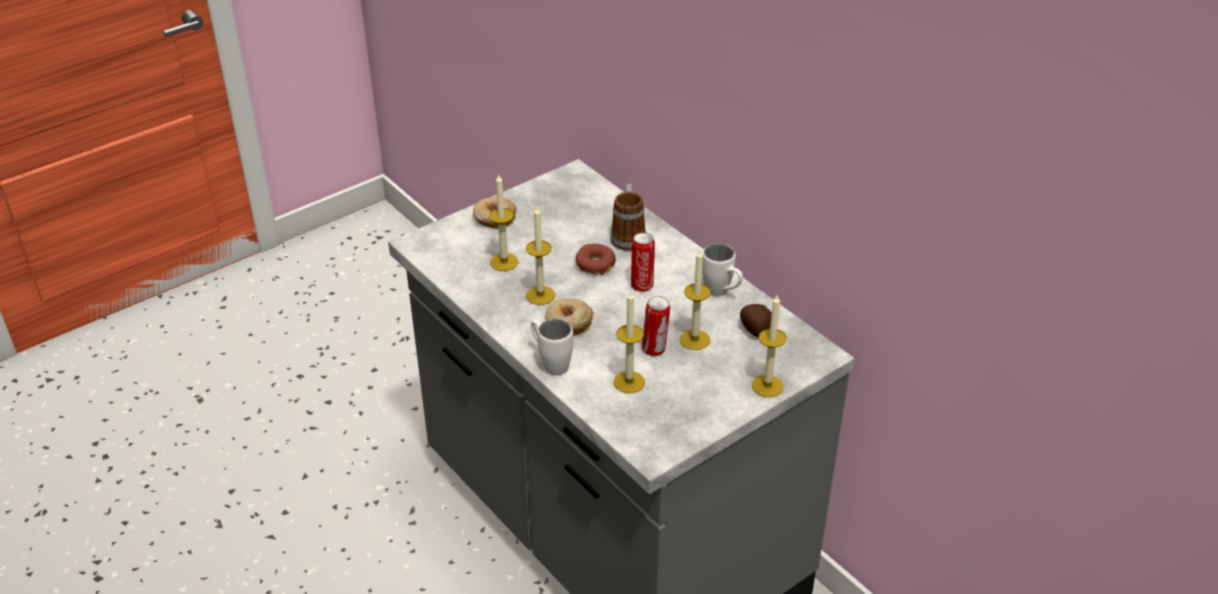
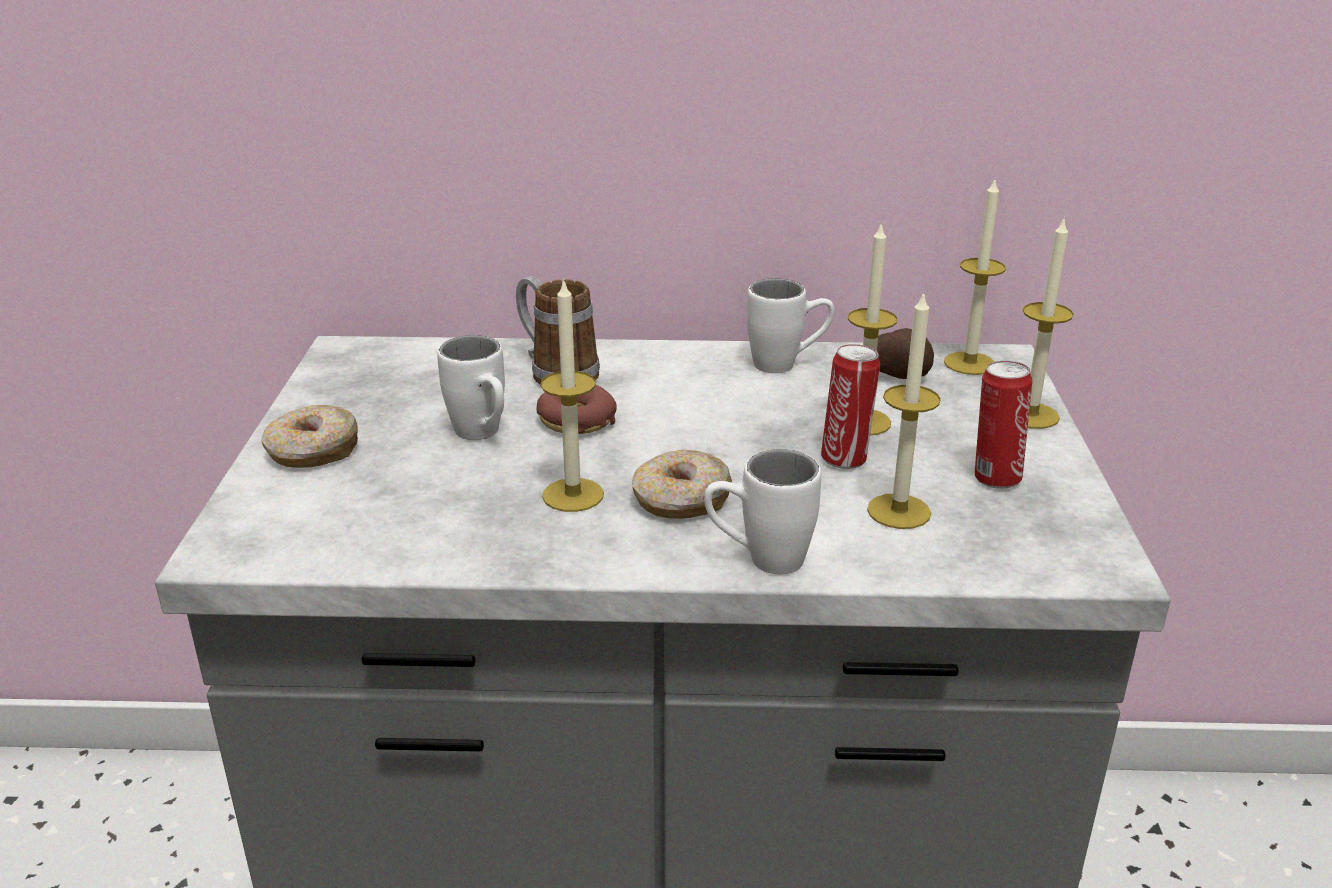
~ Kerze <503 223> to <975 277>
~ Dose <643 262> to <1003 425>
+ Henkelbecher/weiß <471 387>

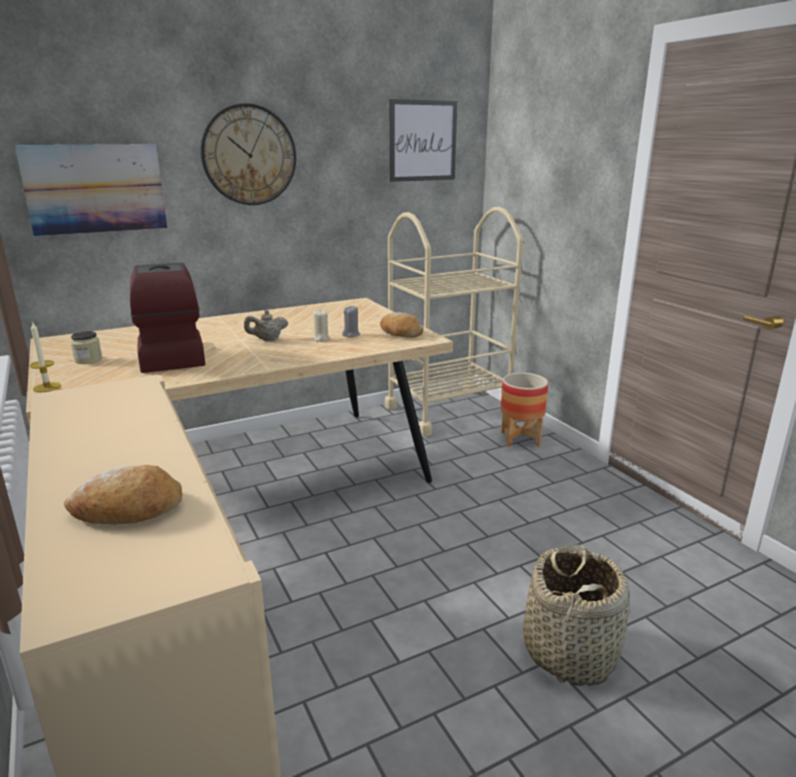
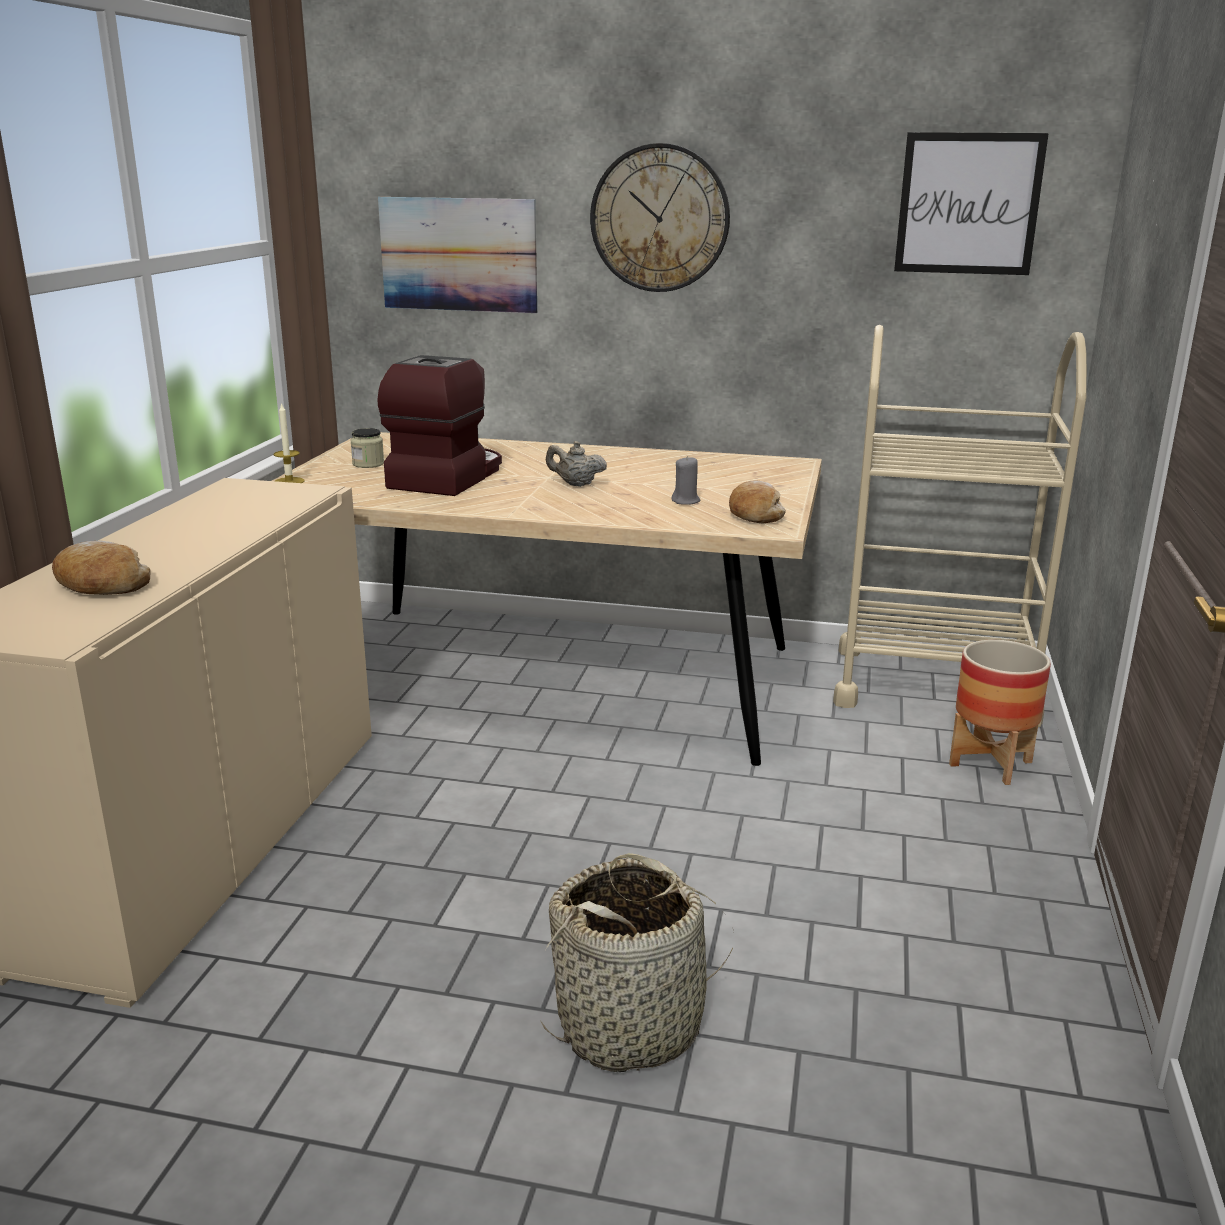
- Kerze/beige <321 325>

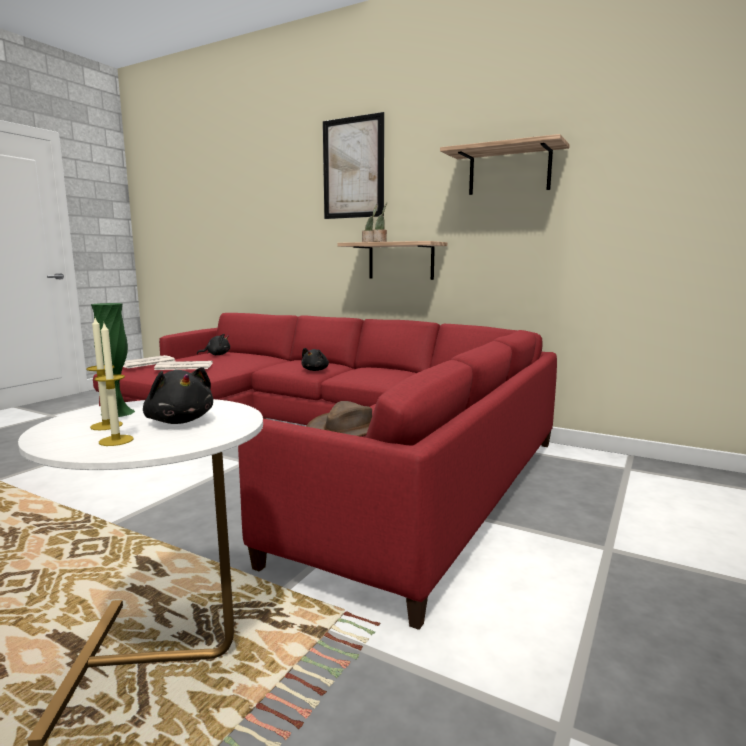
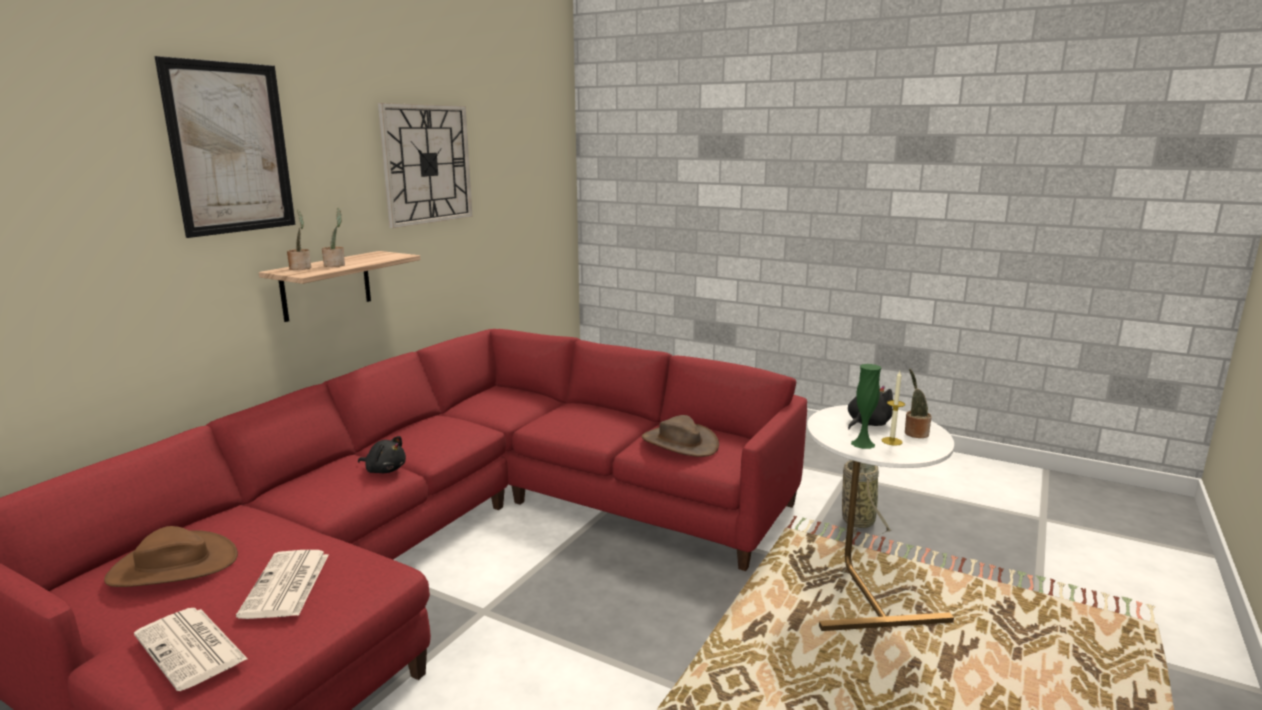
~ Wandregal <505 164> to Wanduhr <425 165>
~ Kerze <114 384> to Topfpflanze <918 403>
~ Plüschtier/schwarz <213 344> to Hut/braun <171 556>
+ Korb <866 499>

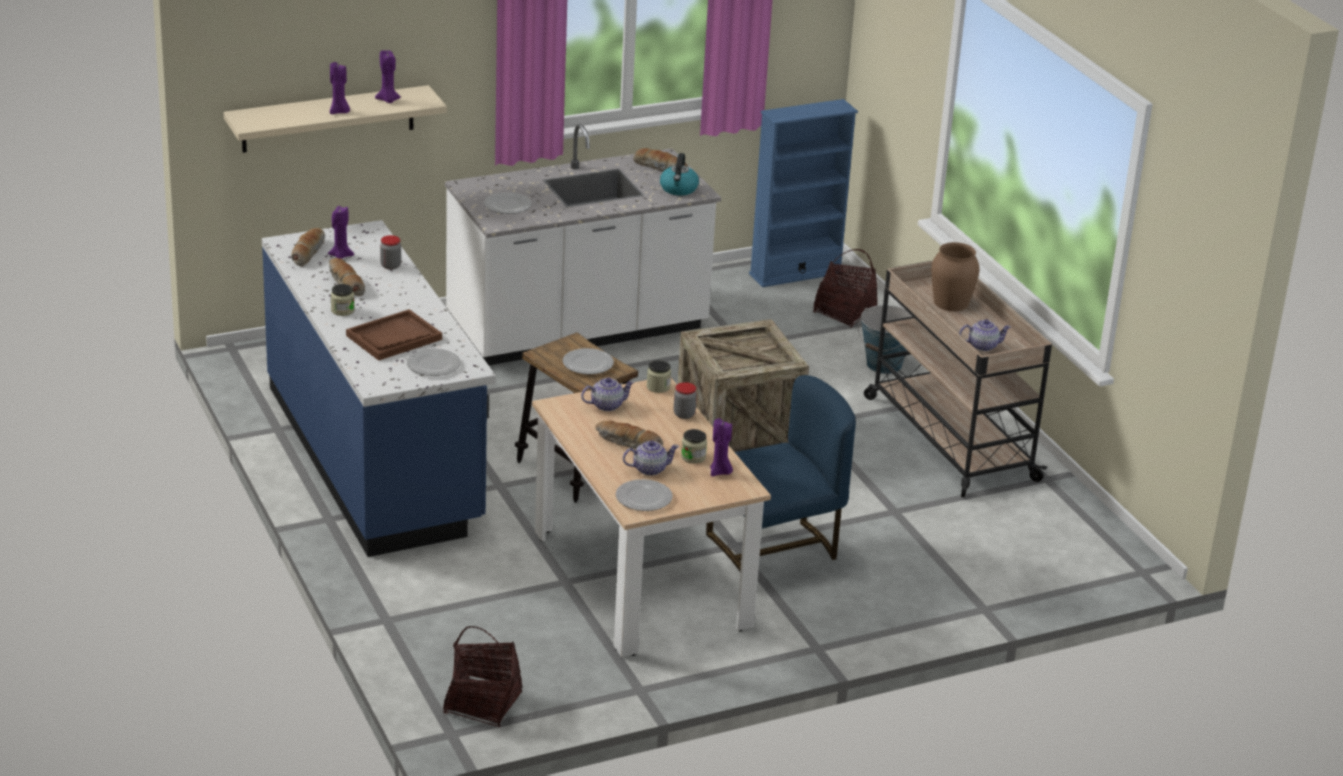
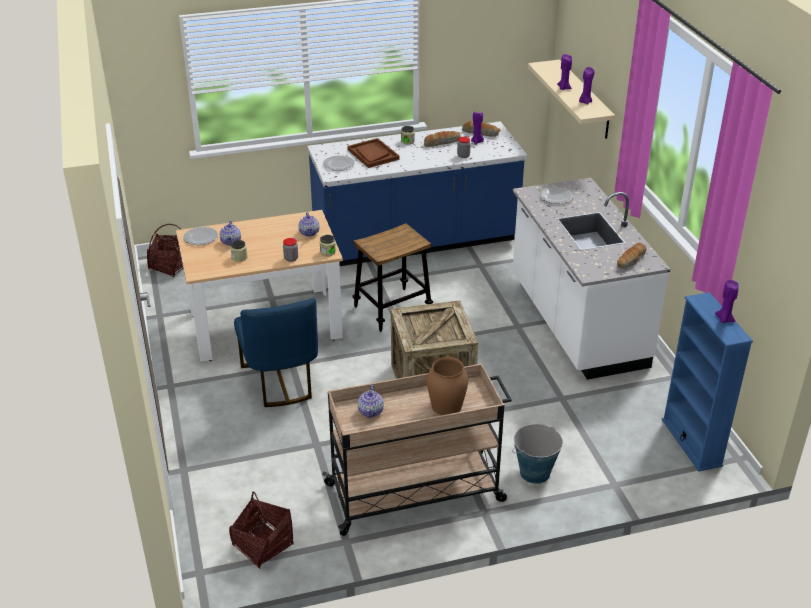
- Wasserkessel <679 174>
~ Korb <845 288> to <261 530>
- Teller <588 361>
~ Kerze/lila <721 447> to <727 301>
- Brot <629 434>

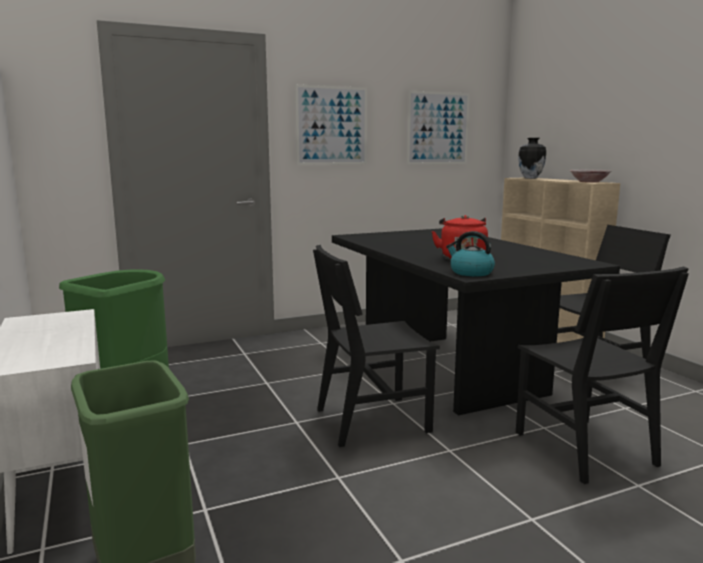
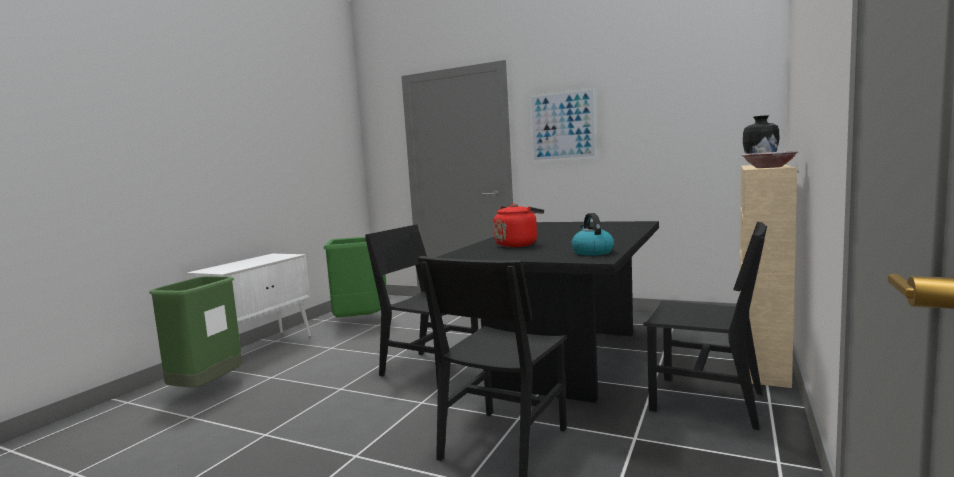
- Bild <438 127>
~ Wasserkessel <470 253> to <592 234>

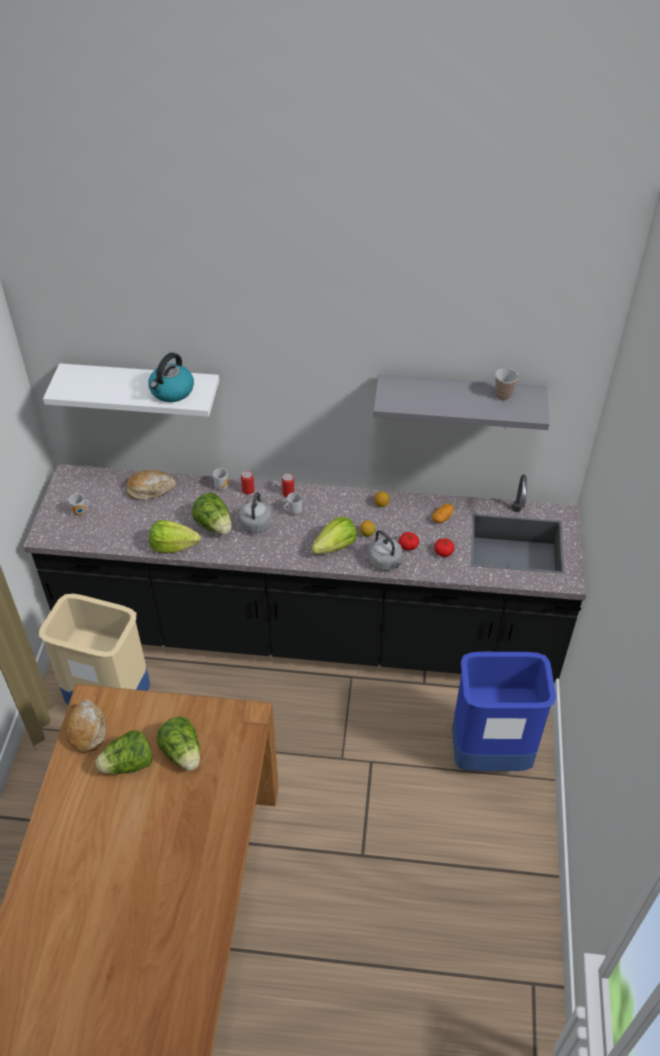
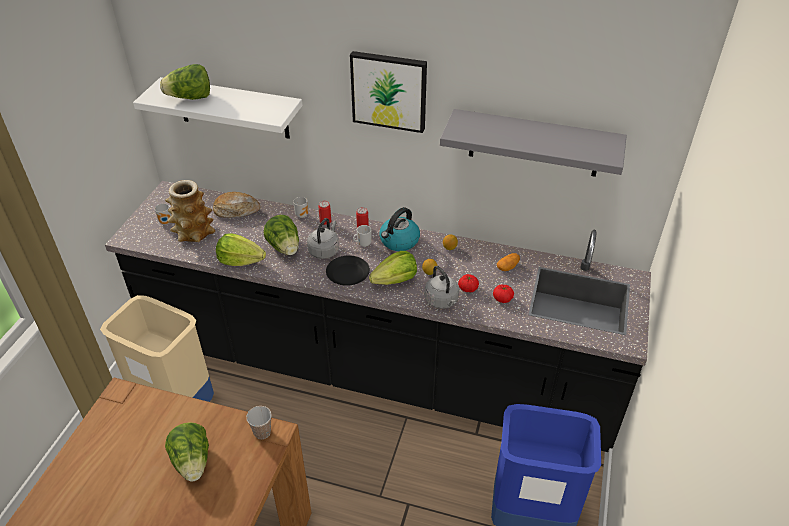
~ Wasserkessel <171 377> to <399 229>
~ Tasse <506 384> to <259 422>
- Brot <85 726>
~ Salatkopf <124 752> to <185 82>
+ Bild <388 92>
+ Vase <190 211>
+ Teller/schwarz <348 271>

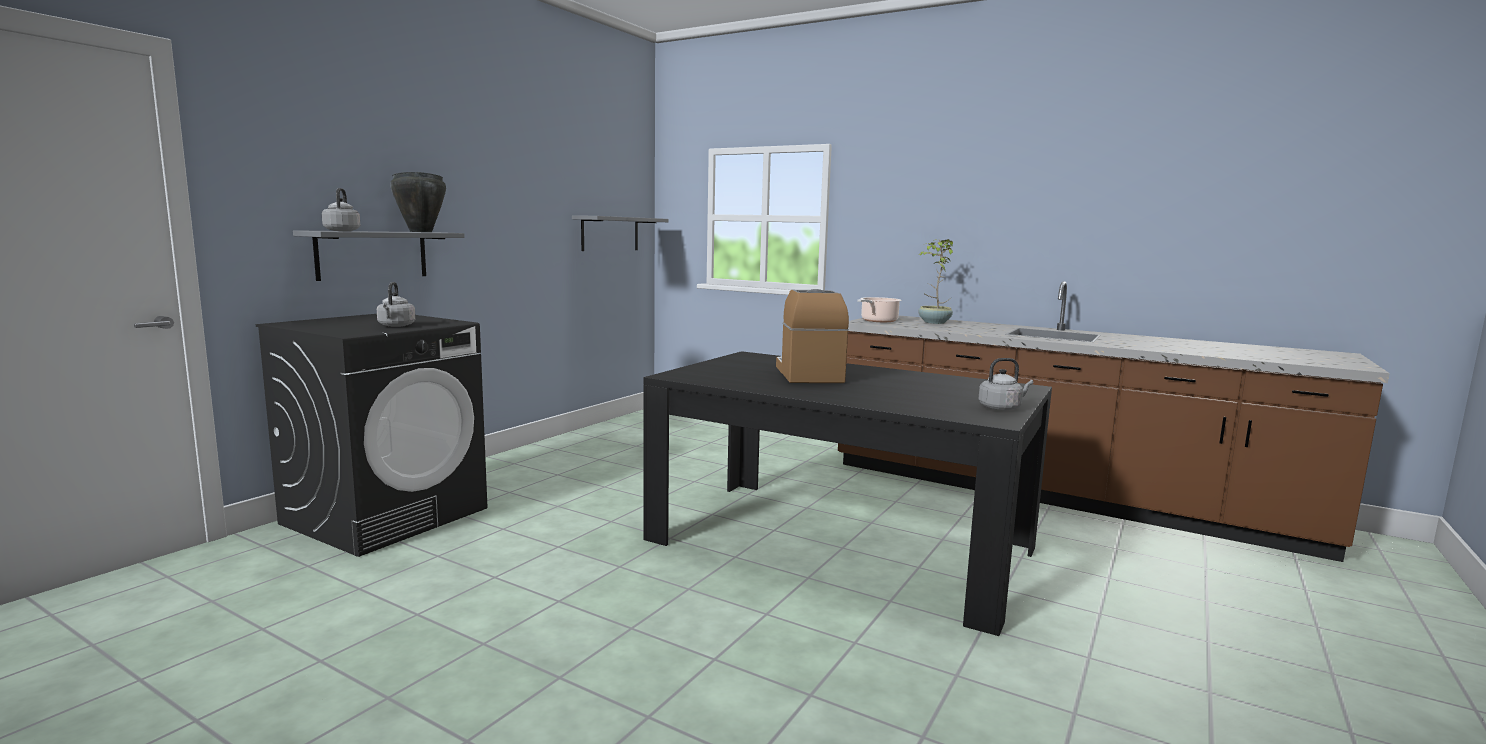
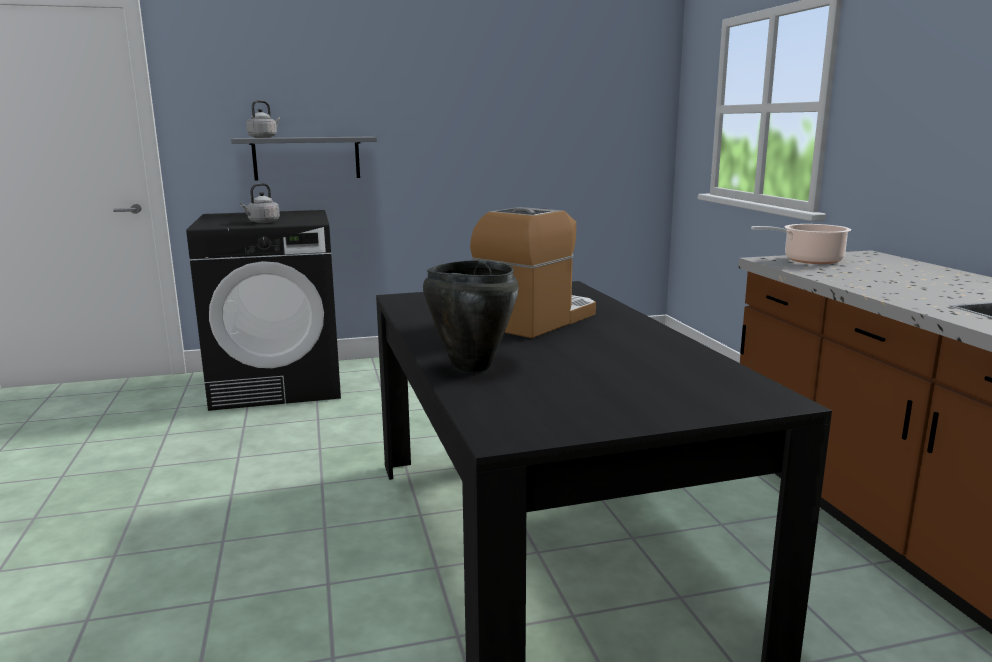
~ Kochtopf/schwarz <418 202> to <471 316>
- Wandregal/grau <620 233>
- Topfpflanze <935 281>
- Wasserkessel/grau <1006 384>

